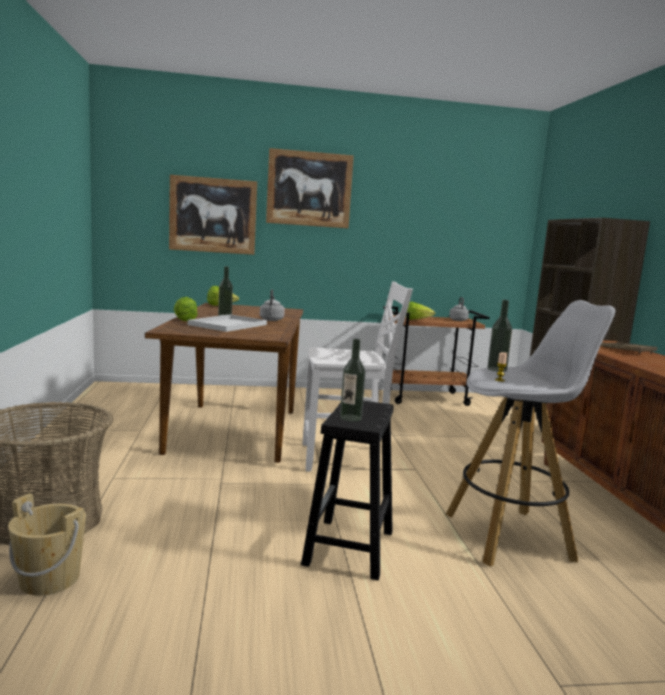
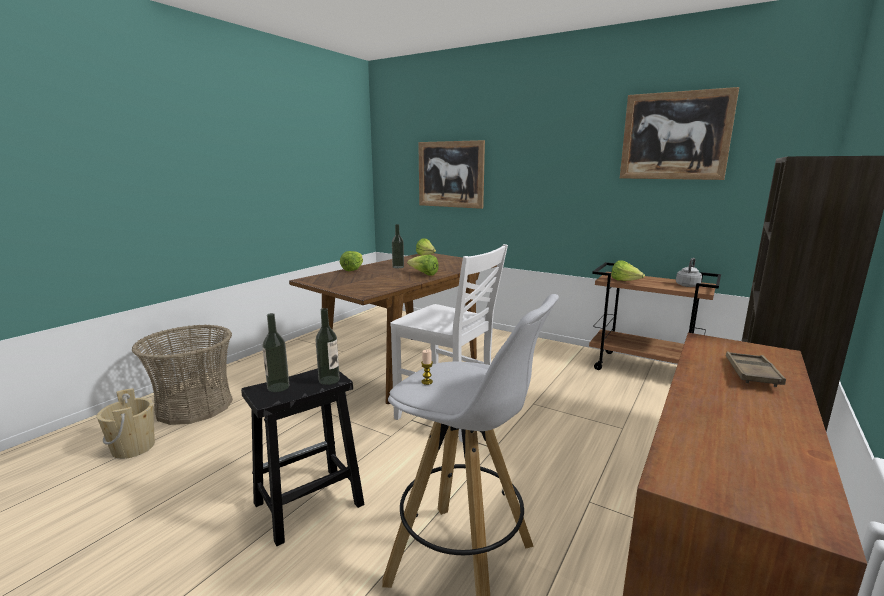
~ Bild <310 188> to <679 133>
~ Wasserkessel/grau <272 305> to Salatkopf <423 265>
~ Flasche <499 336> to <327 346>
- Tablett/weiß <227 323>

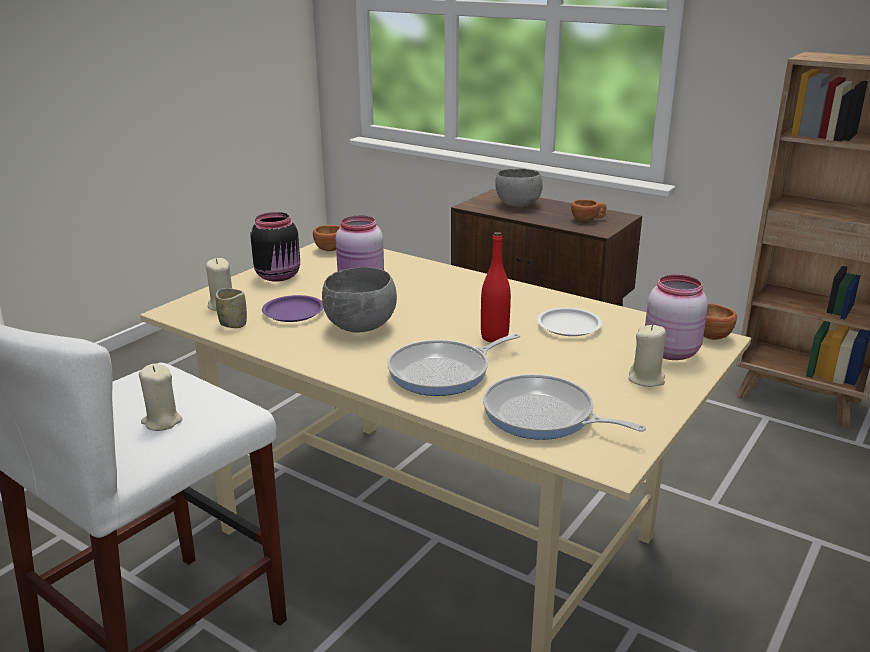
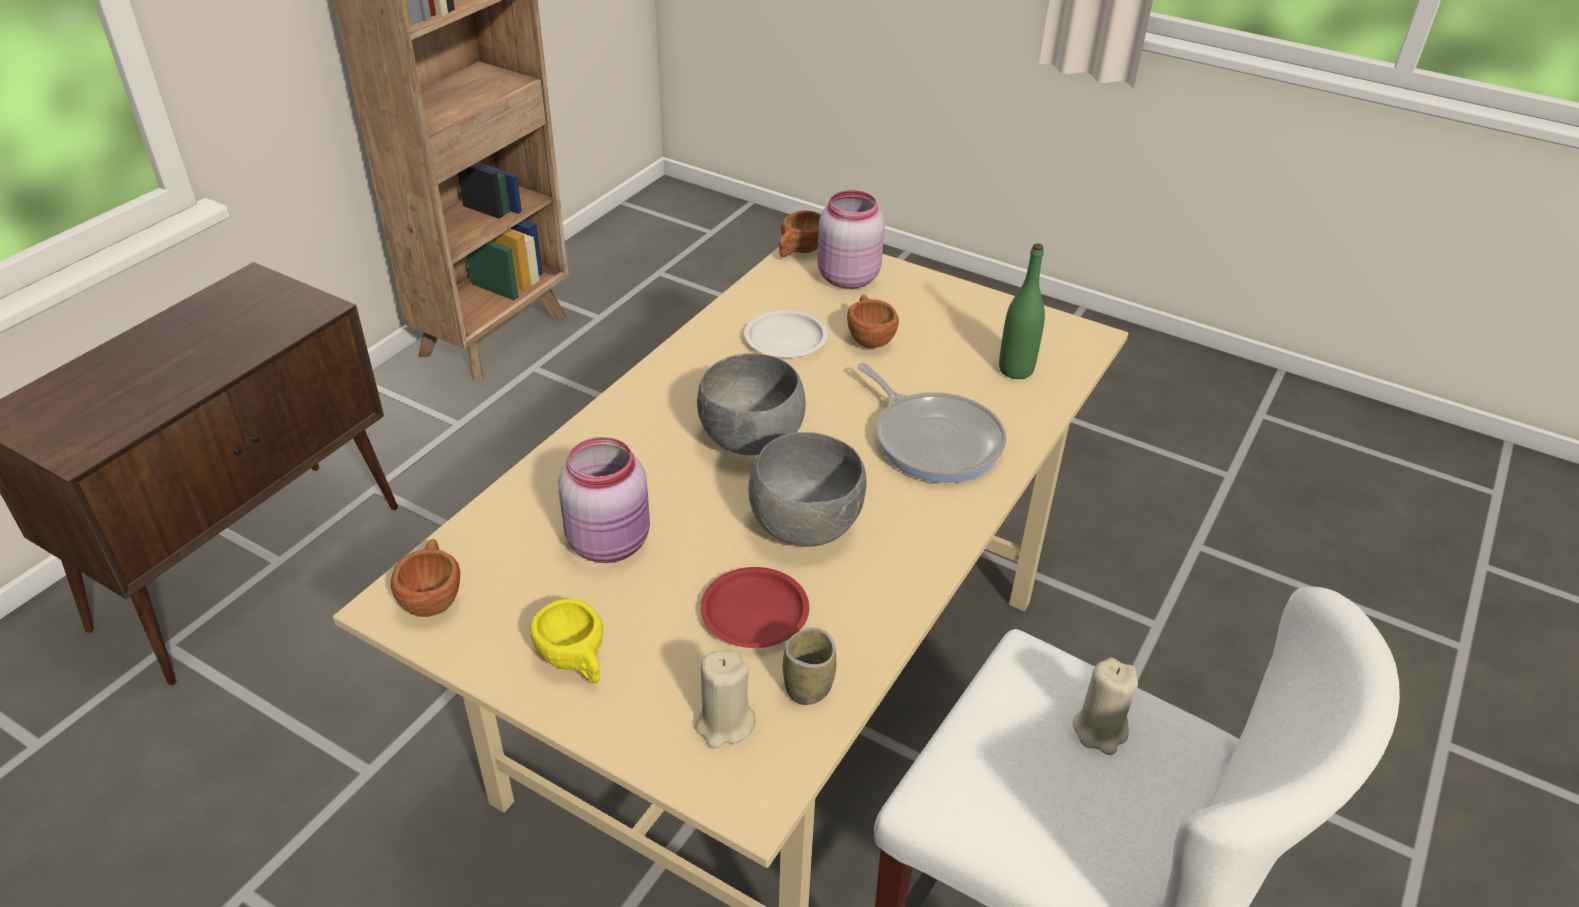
~ Schüssel/grau <519 188> to <751 404>
~ Tasse/braun <589 210> to <873 321>
~ Vorratsglas/schwarz <275 247> to Tasse/gelb <566 641>
- Flasche/rot <496 287>
~ Teller/lila <293 308> to Teller/rot <754 607>
- Kerze/beige <647 356>
~ Pfanne <564 407> to Flasche/grün <1022 311>

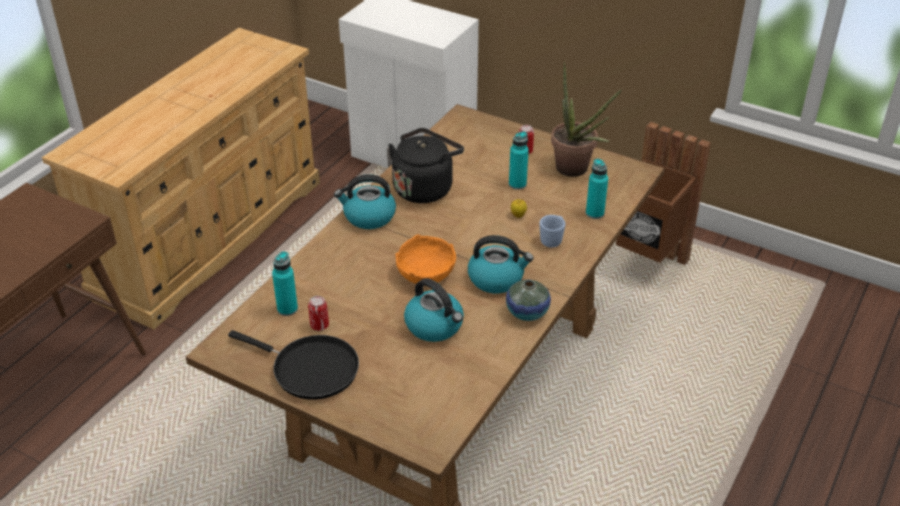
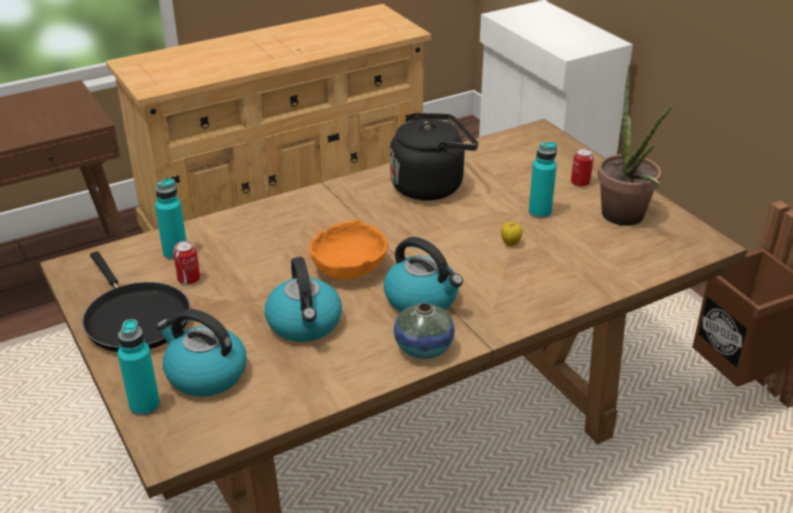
~ Flasche/türkis <597 189> to <139 367>
~ Wasserkessel <365 201> to <201 353>
- Henkelbecher/blau <552 231>

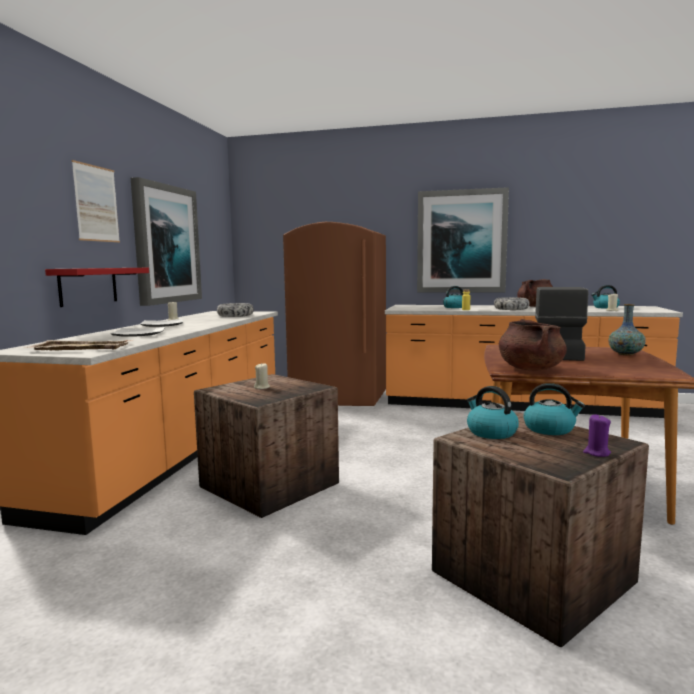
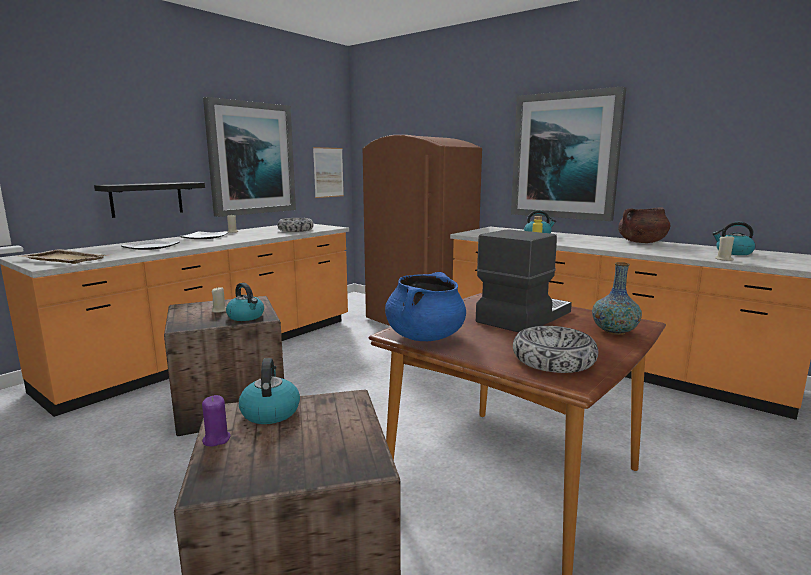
~ Bild <96 201> to <328 172>
~ Wandregal/rot <97 287> to Wandregal/schwarz <149 200>
~ Schüssel <512 303> to <555 349>
~ Kochtopf/braun <533 344> to Kochtopf/blau <425 306>
~ Wasserkessel <554 409> to <245 302>
~ Kerze/lila <597 435> to <216 421>

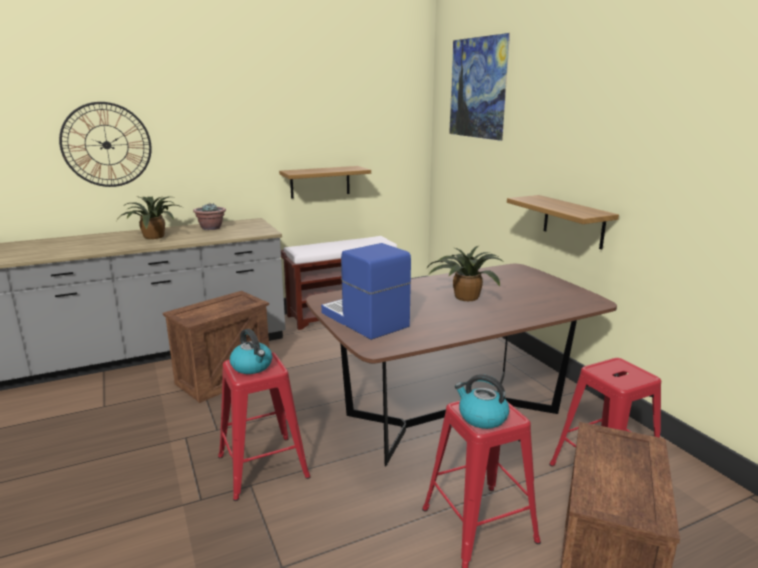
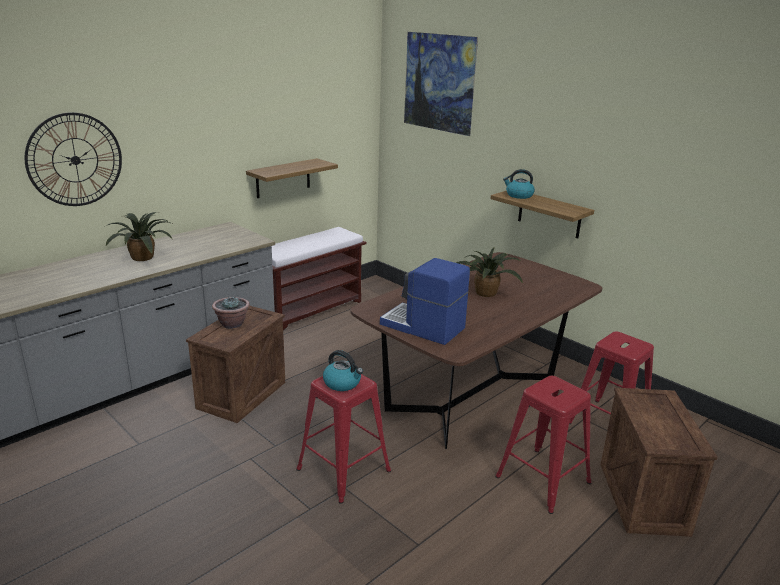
~ Topfpflanze <209 216> to <231 312>
~ Wasserkessel <482 401> to <519 184>

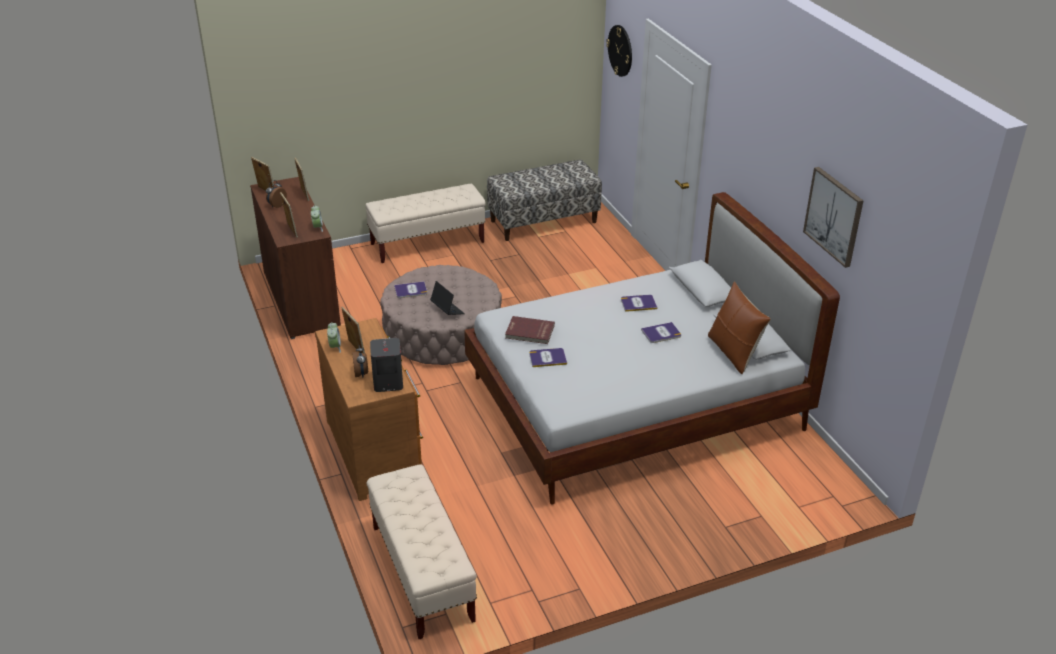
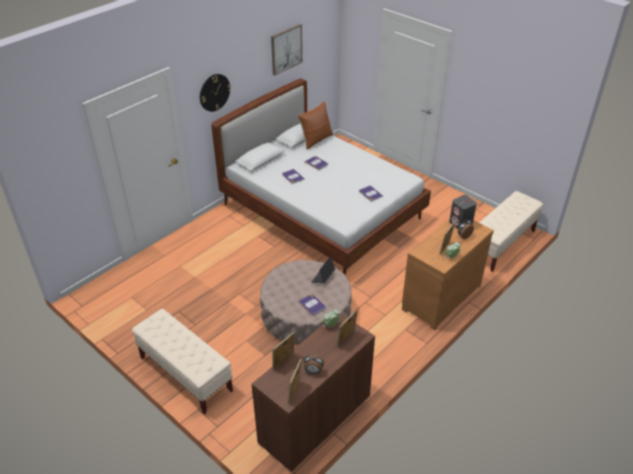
~ Wanduhr <619 51> to <215 93>
- Bank <544 200>
- Buch/rot <530 330>

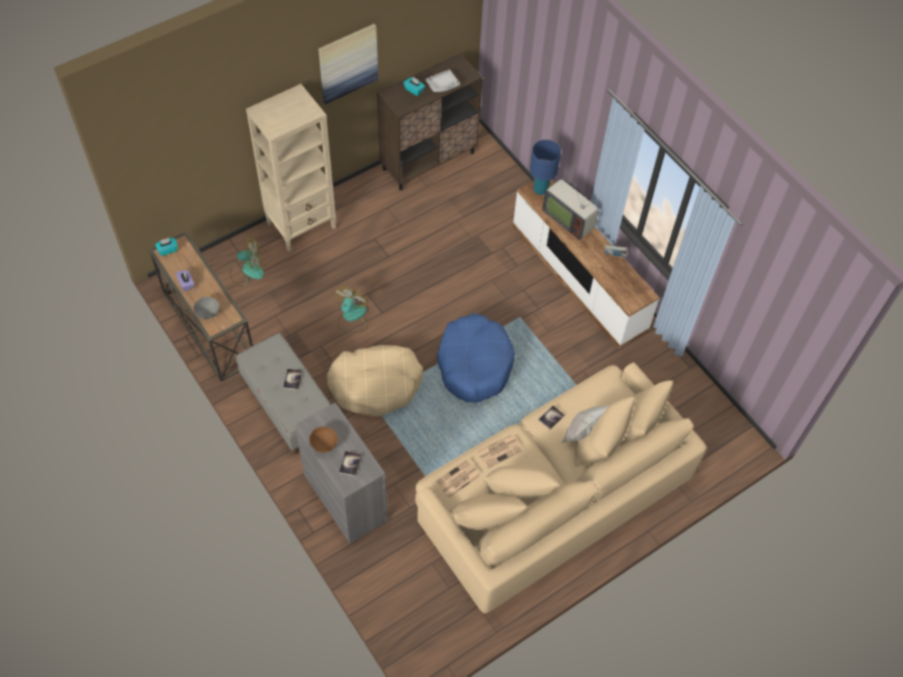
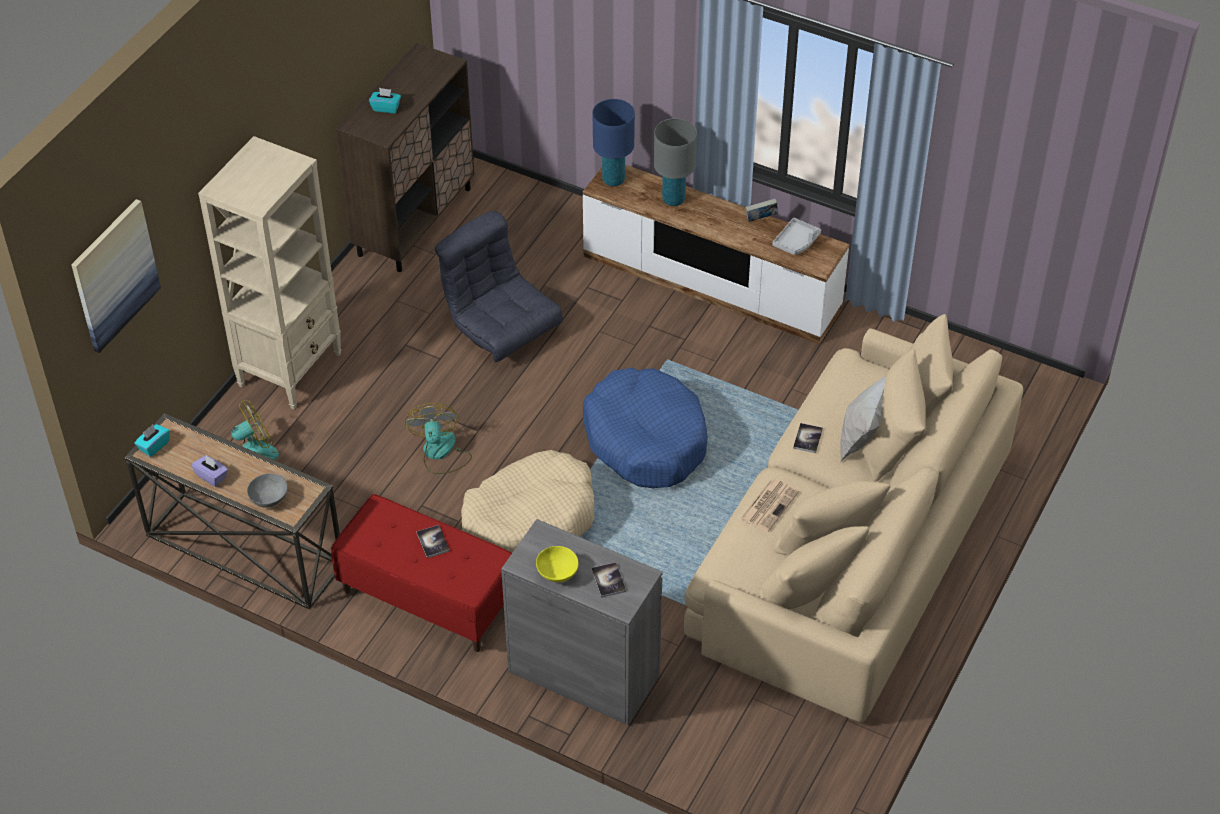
~ Bild <348 64> to <116 276>
~ Tablett/grau <443 80> to <796 236>
~ Fernseher <570 209> to Tischlampe/grau <675 162>
~ Bank/grau <283 393> to Bank/rot <421 573>
~ Schüssel/braun <323 440> to Schüssel/gelb <557 564>
- Zeitung <458 479>
+ Sessel/grau <499 286>

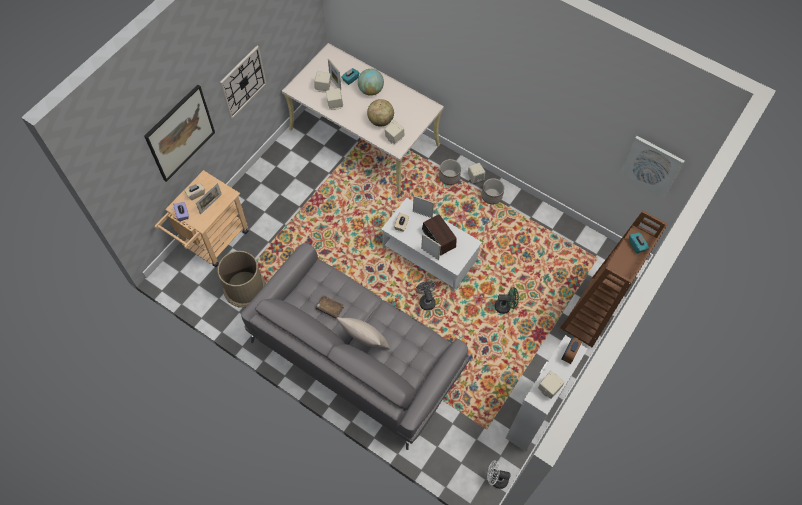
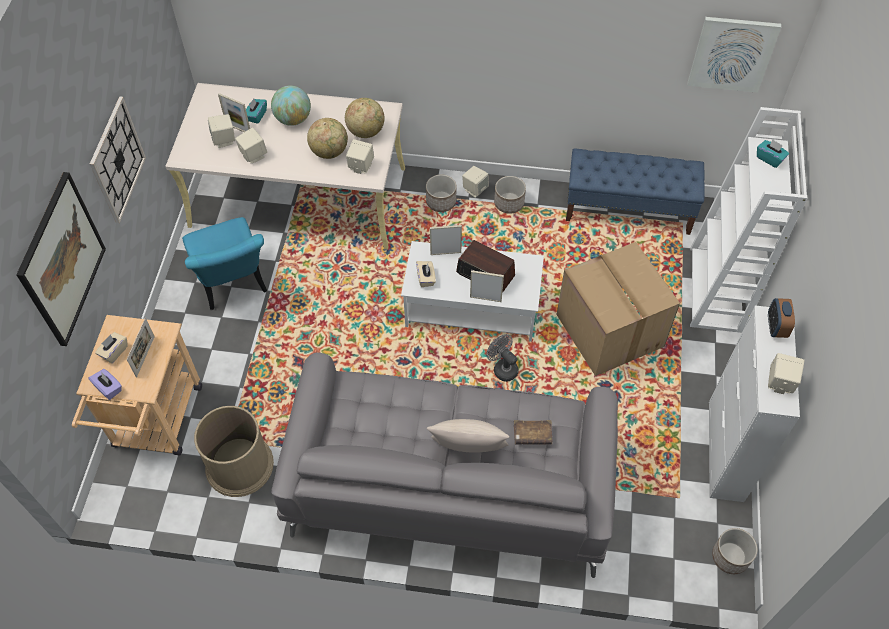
~ Bücherregal/braun <614 279> to Bücherregal/weiß <748 220>
~ Ventilator/grün <507 300> to Karton <618 309>
~ Buch/braun <330 307> to <533 432>
~ Ventilator/weiß <499 474> to Pflanzkübel <734 551>
+ Globus <365 118>
+ Bank/blau <635 192>
+ Stuhl/türkis <224 263>

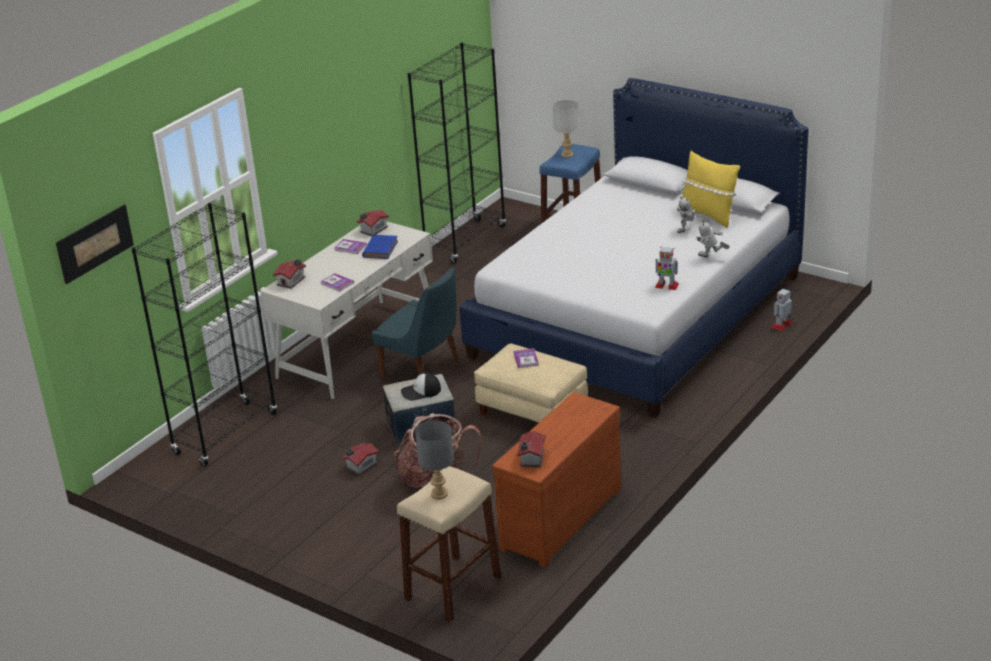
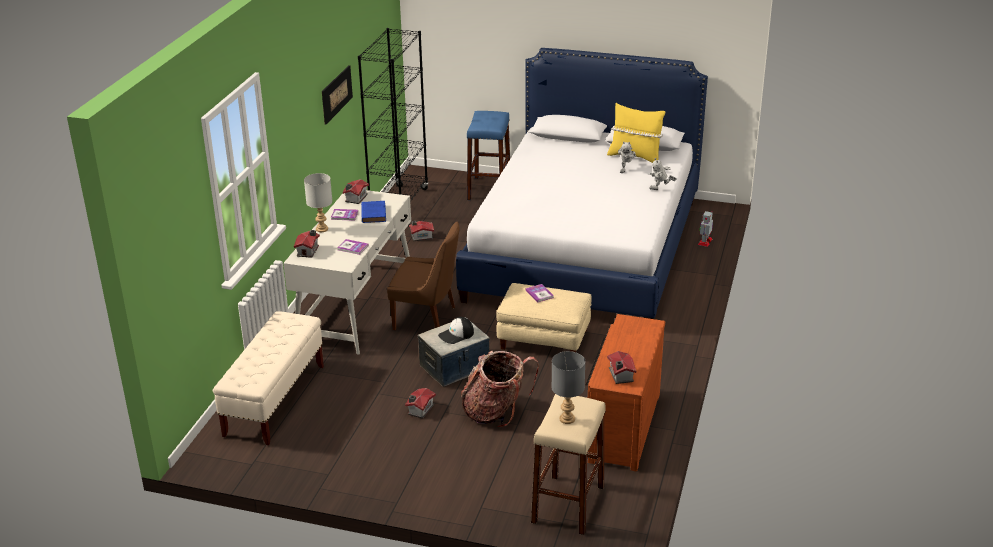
~ Tischlampe/grau <566 129> to <318 202>
~ Bücherregal/schwarz <204 334> to Bank/beige <268 378>
~ Bild <95 244> to <337 95>
- Spielzeugroboter <667 268>
~ Stuhl/blau <415 323> to Stuhl/braun <423 275>
+ Spielzeughaus <421 231>

